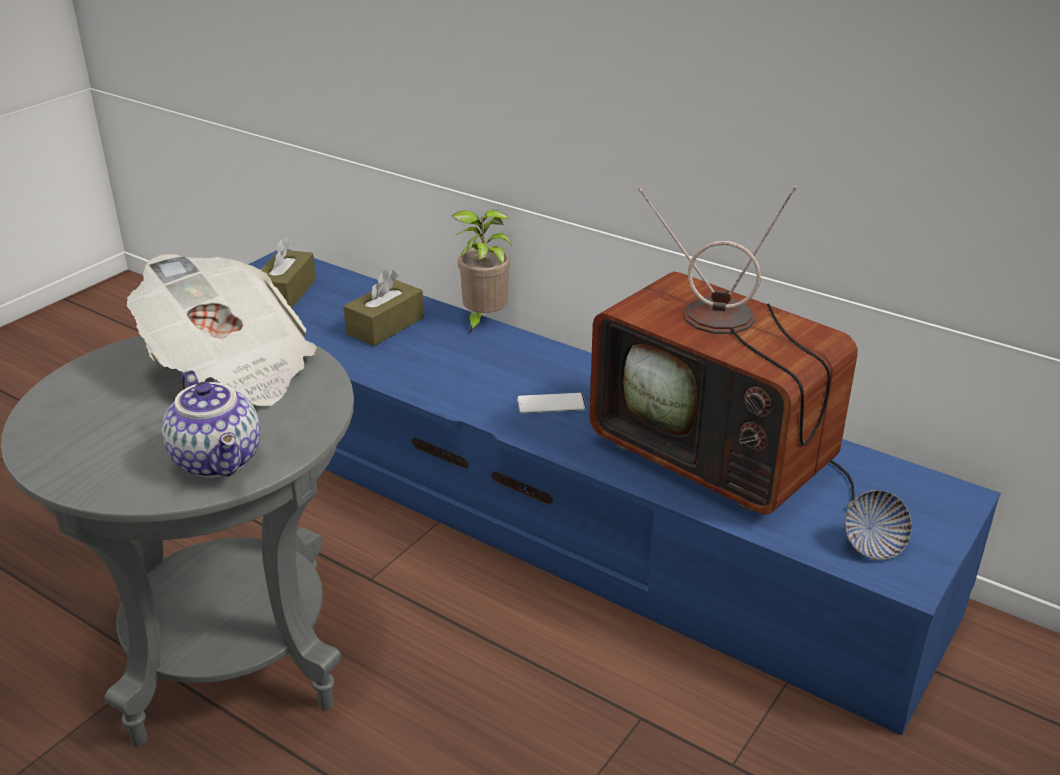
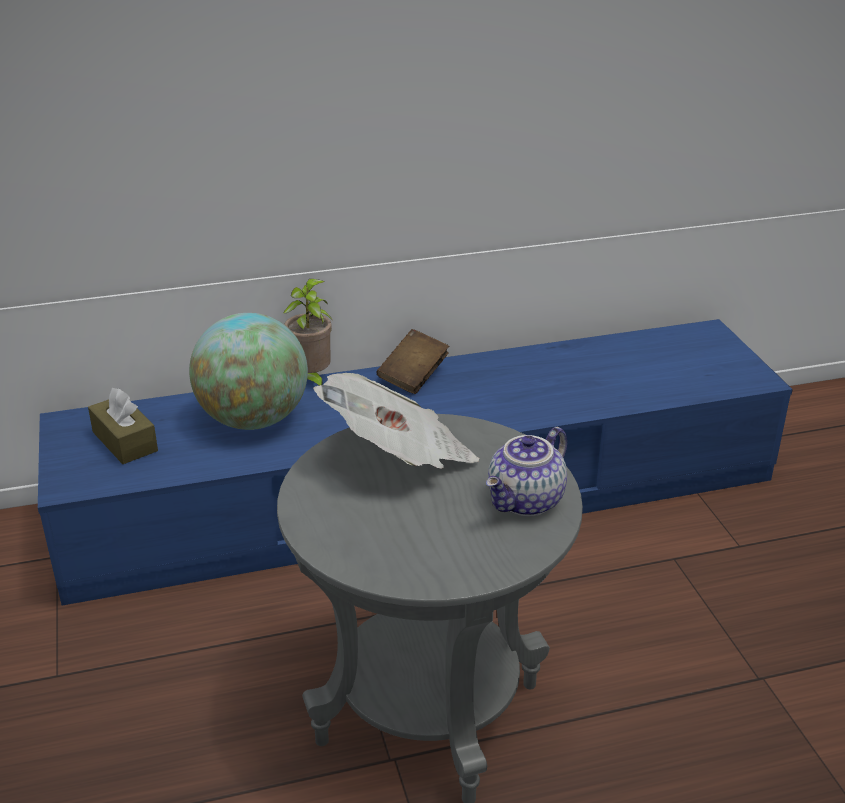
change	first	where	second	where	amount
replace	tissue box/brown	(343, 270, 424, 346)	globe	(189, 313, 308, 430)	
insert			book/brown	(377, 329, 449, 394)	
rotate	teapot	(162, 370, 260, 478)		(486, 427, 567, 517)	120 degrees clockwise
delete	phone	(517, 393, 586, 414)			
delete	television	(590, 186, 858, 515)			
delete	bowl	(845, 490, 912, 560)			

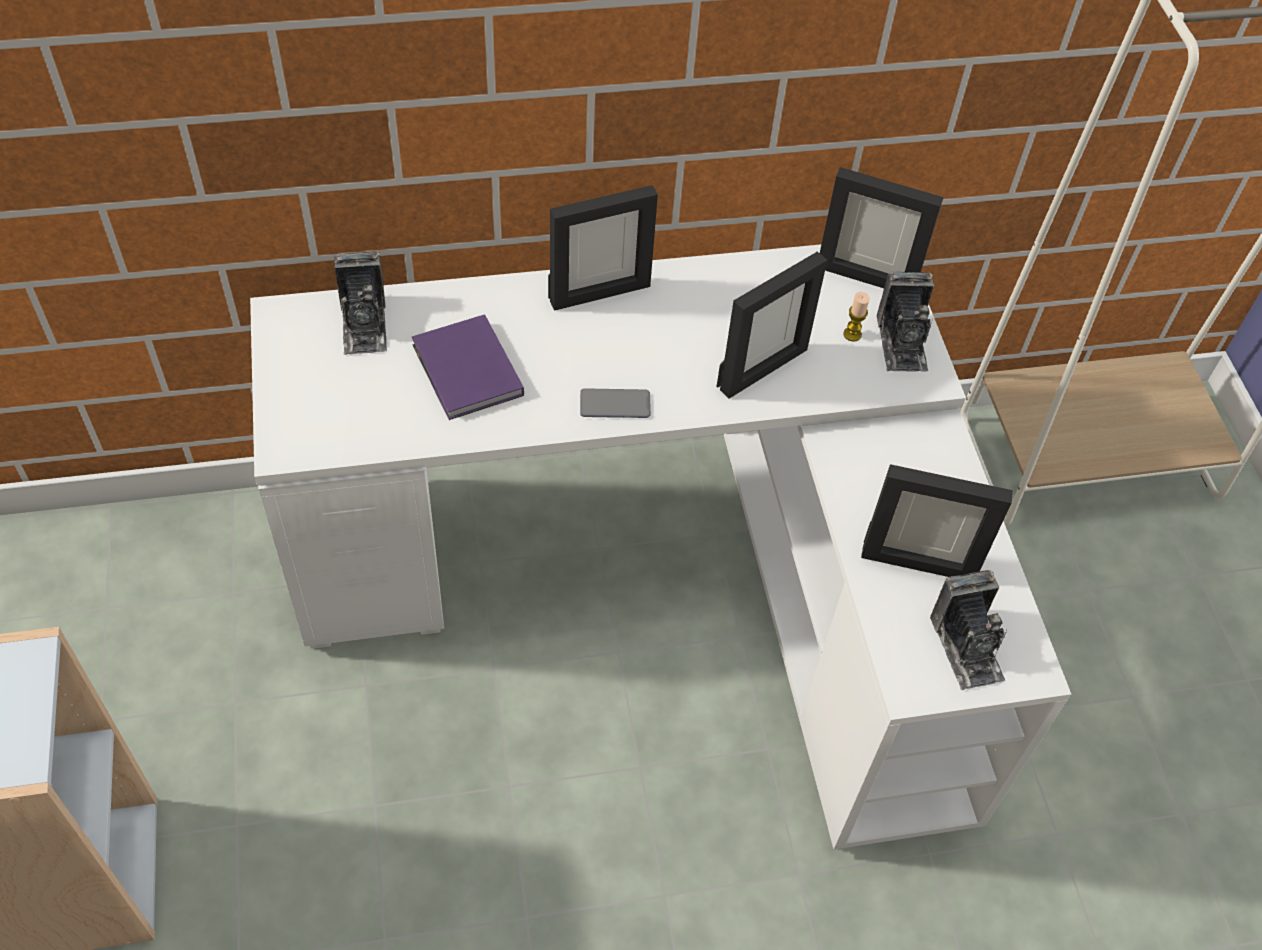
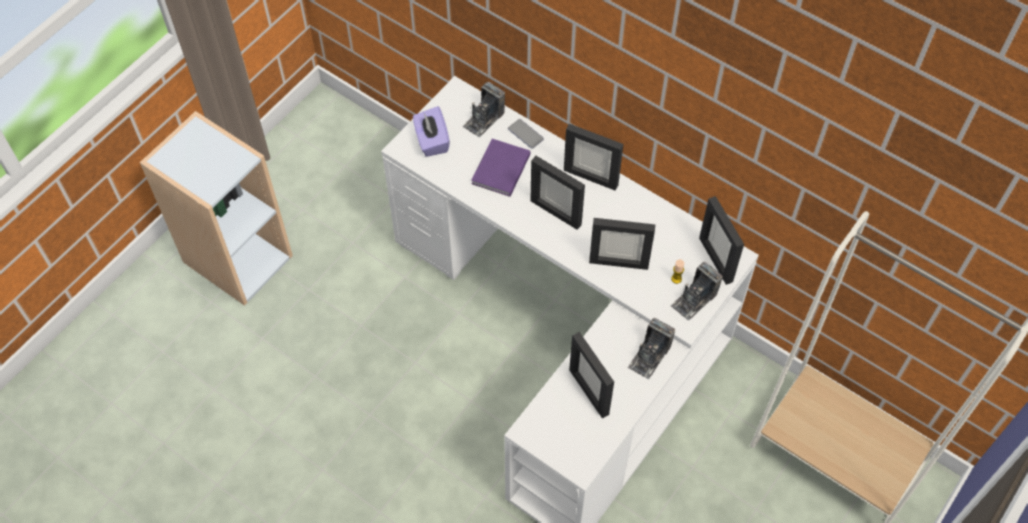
change	first	where	second	where	amount
insert			tissue box/purple	(413, 106, 450, 157)	
move	phone	(580, 388, 651, 418)		(508, 119, 544, 148)	
insert			picture frame	(530, 156, 585, 230)	
move	photo camera	(930, 570, 1007, 691)		(628, 318, 675, 379)	

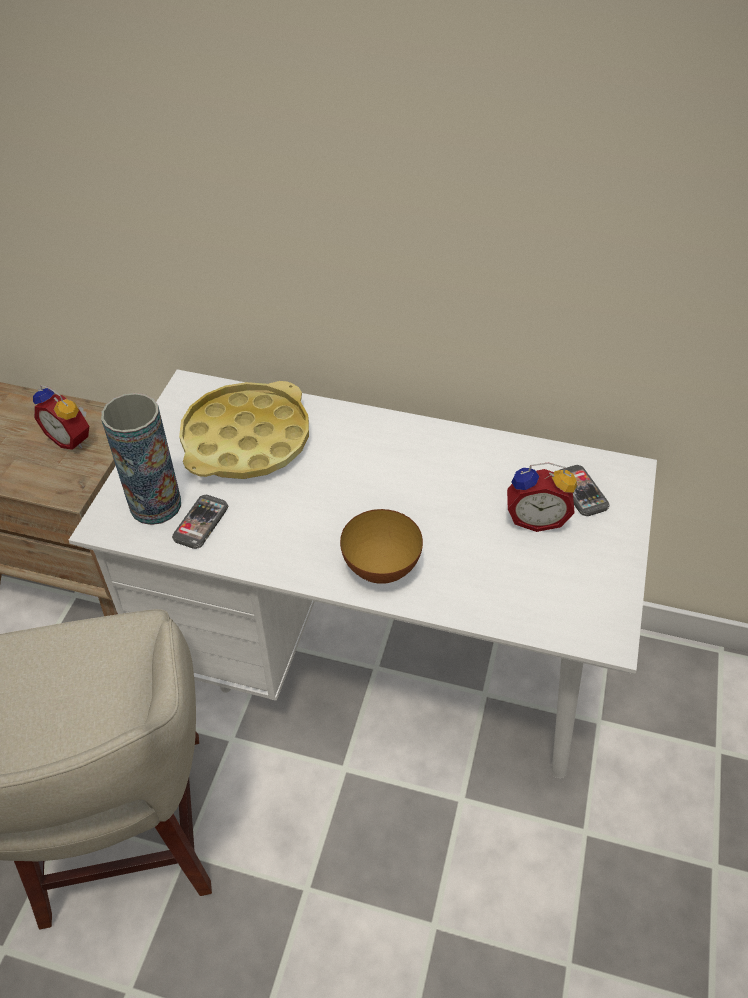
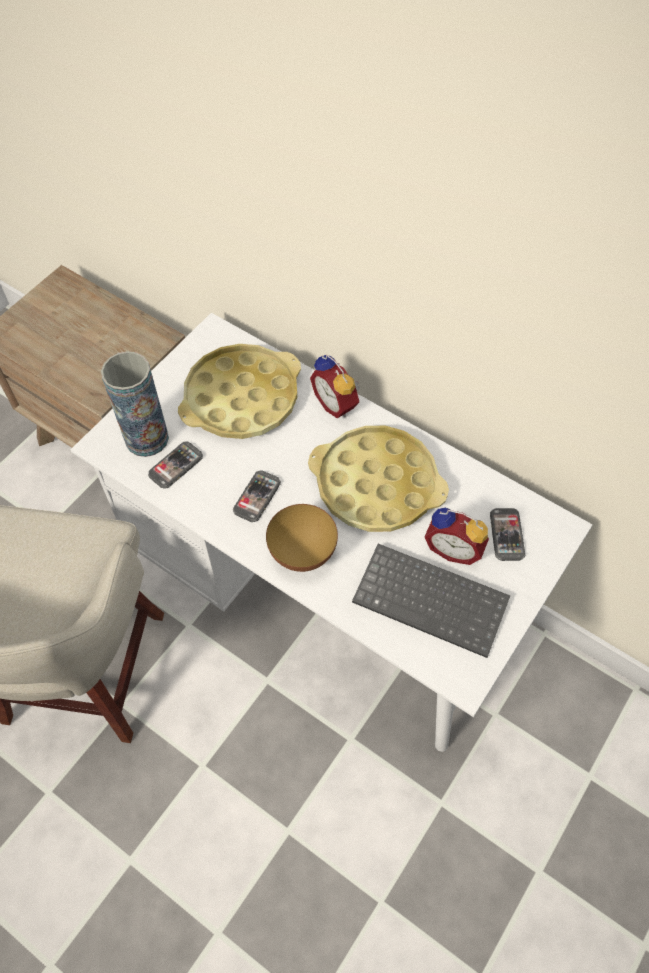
change	first	where	second	where	amount
insert			phone	(233, 470, 281, 522)	
insert			tray/yellow	(308, 426, 449, 532)	
move	alarm clock	(33, 385, 89, 450)		(310, 354, 360, 418)	
insert			keyboard	(352, 544, 510, 658)	

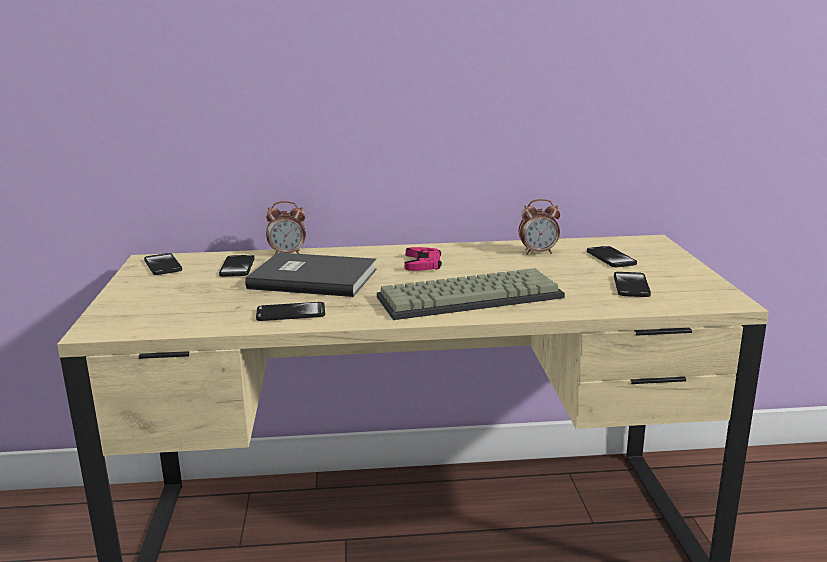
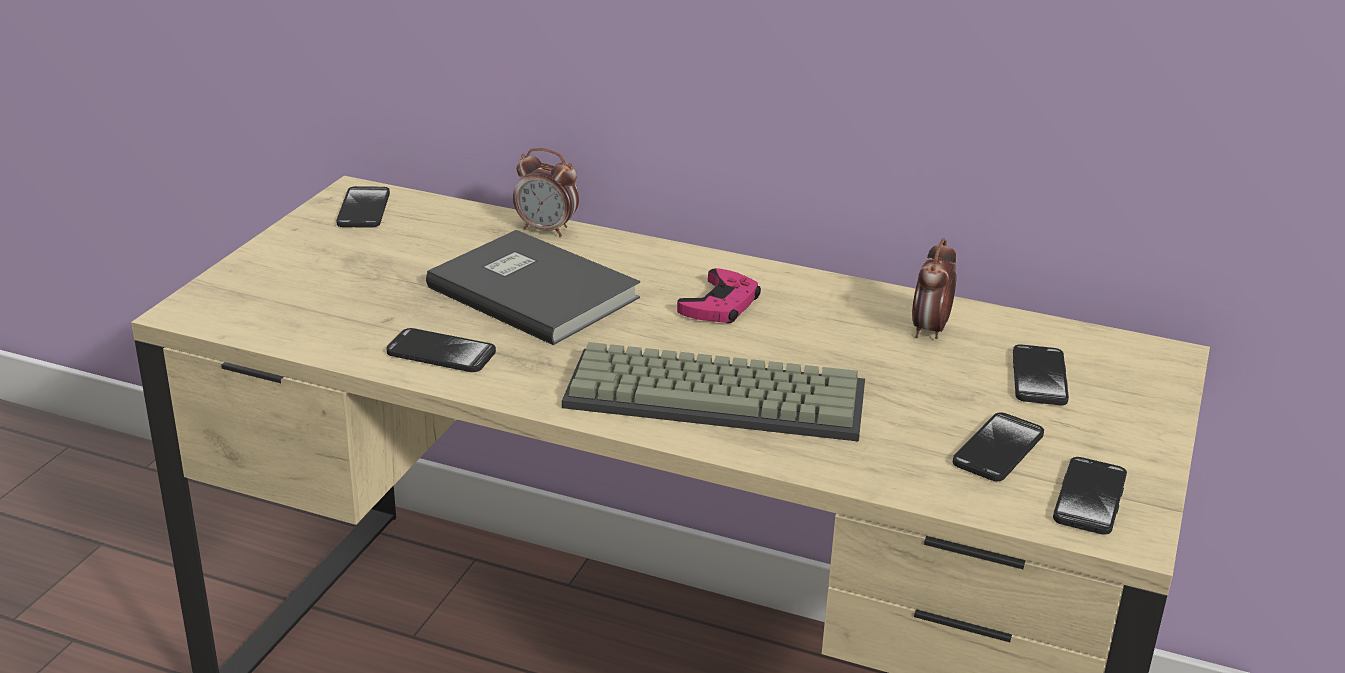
change	first	where	second	where	amount
rotate	alarm clock	(519, 199, 560, 255)		(912, 238, 957, 339)	90 degrees clockwise
move	phone	(219, 255, 255, 277)		(1053, 457, 1127, 535)	

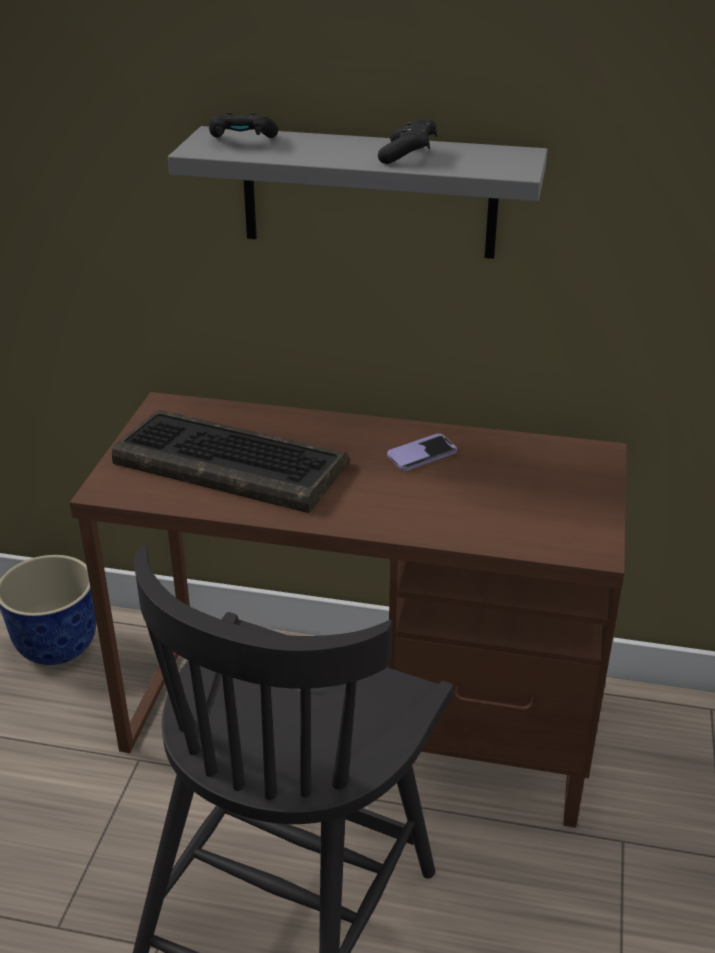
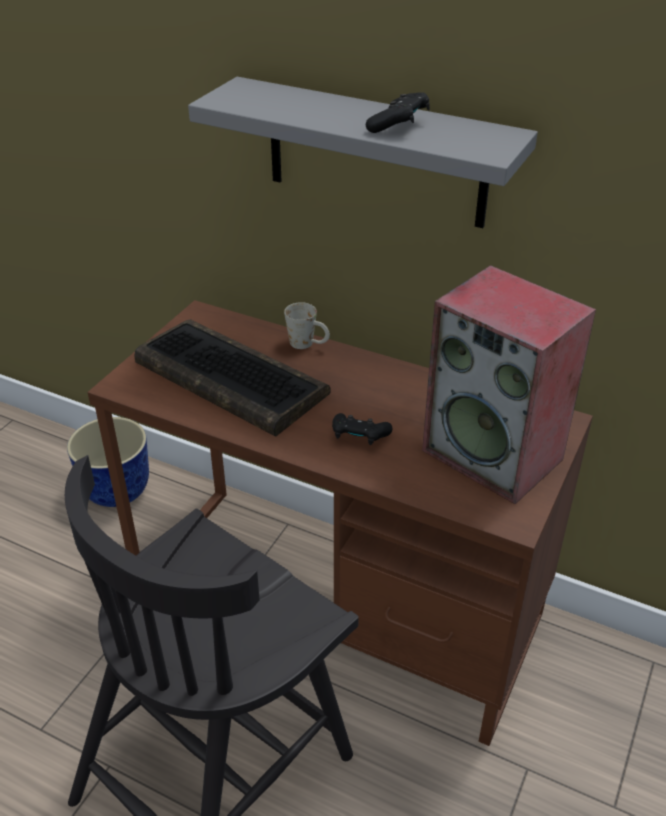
change	first	where	second	where	amount
insert			mug/white	(284, 302, 330, 349)	
move	game controller/black	(209, 112, 278, 138)		(332, 413, 392, 445)	
insert			speaker	(422, 265, 596, 504)	
delete	phone	(387, 433, 457, 471)			

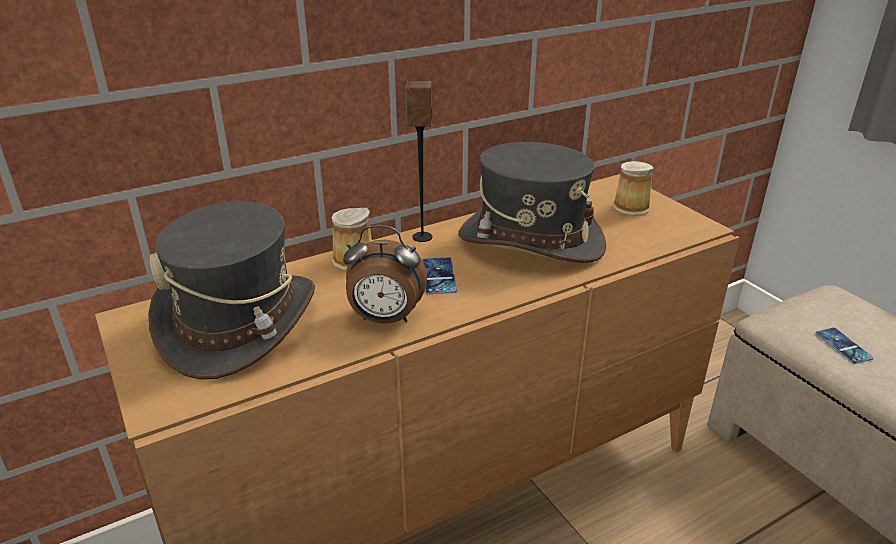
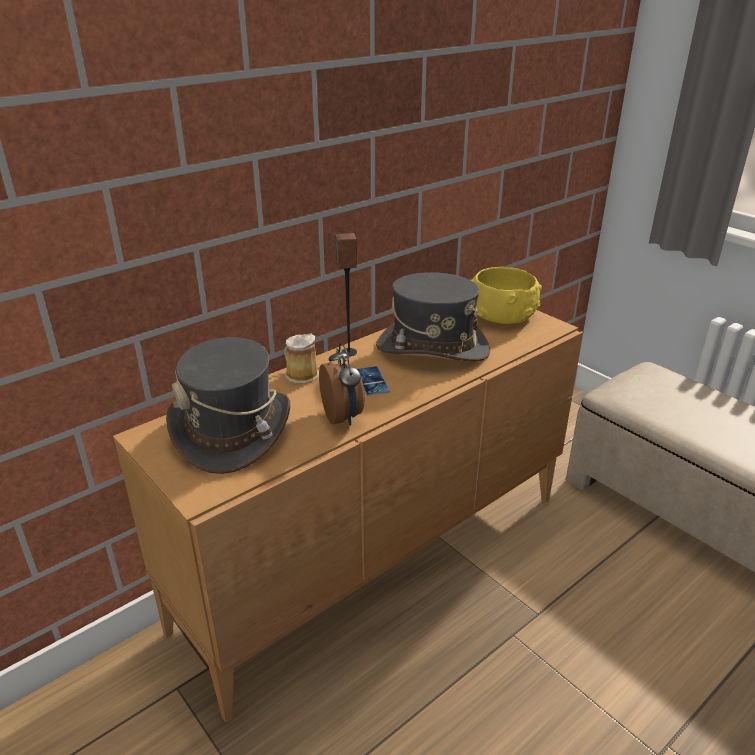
change	first	where	second	where	amount
rotate	alarm clock	(343, 225, 427, 324)		(319, 343, 365, 425)	105 degrees counterclockwise
replace	mug	(612, 161, 654, 216)	bowl/yellow	(471, 267, 542, 324)	
delete	phone	(816, 328, 874, 364)			

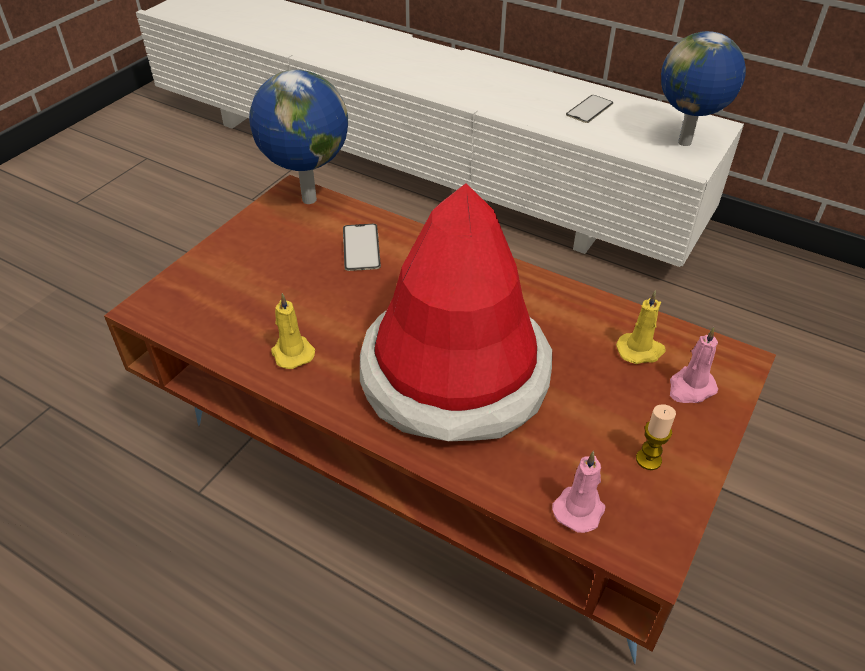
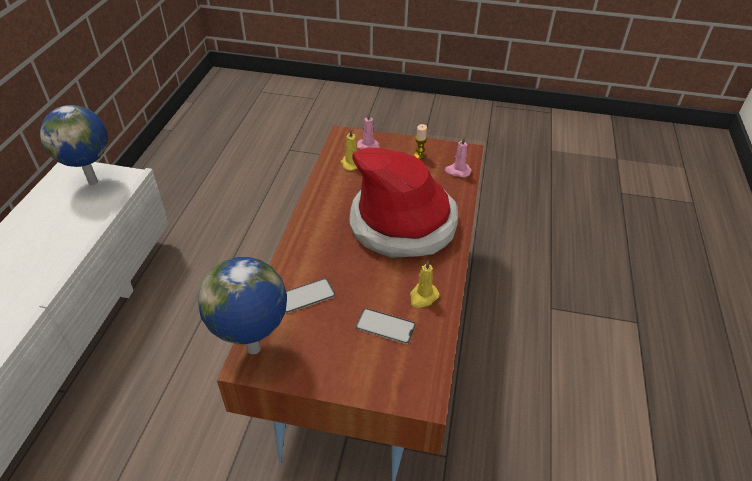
change	first	where	second	where	amount
move	phone	(566, 95, 613, 123)		(356, 308, 416, 344)	

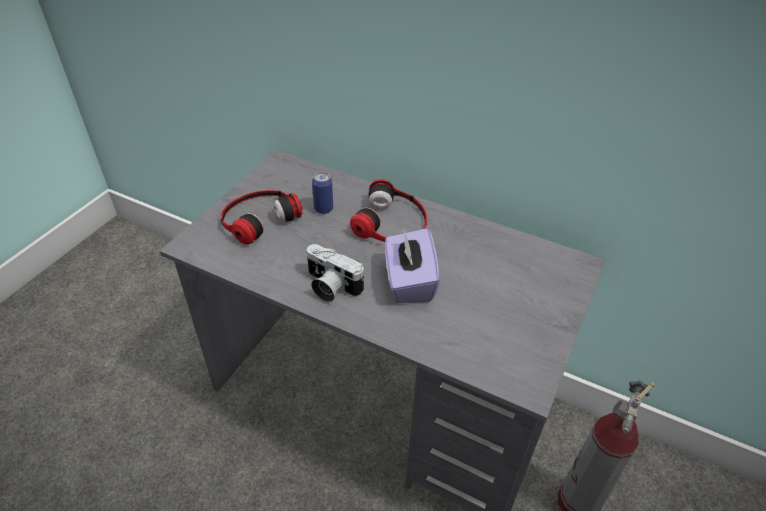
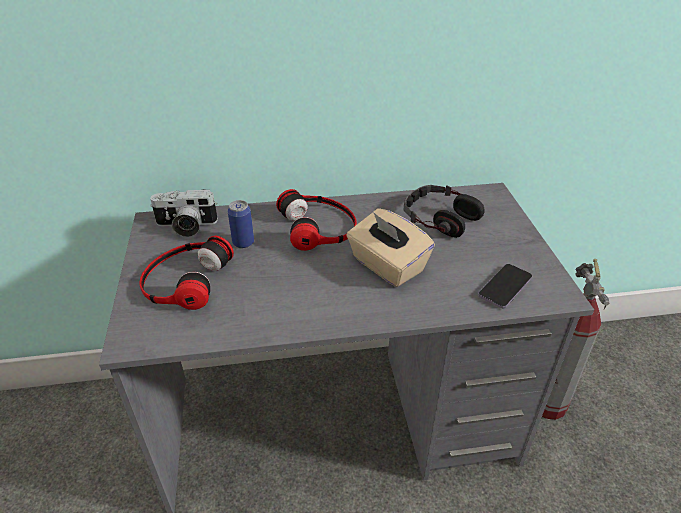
change	first	where	second	where	amount
move	photo camera	(307, 244, 364, 302)		(150, 189, 218, 237)	
recolor	tissue box/purple	(385, 228, 440, 303)	tissue box/beige	(346, 208, 435, 287)	
insert			headphones	(403, 185, 484, 238)	
insert			phone	(478, 264, 532, 308)	

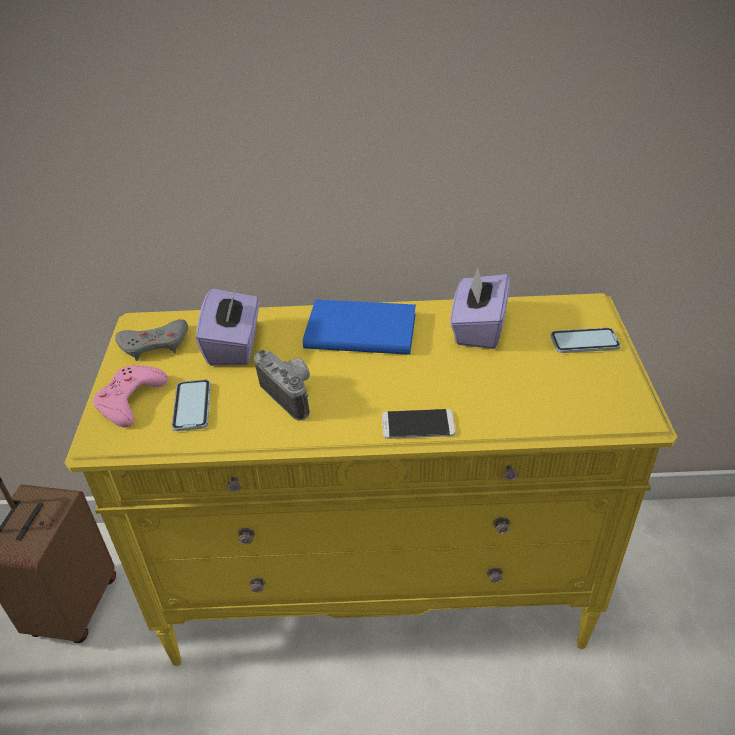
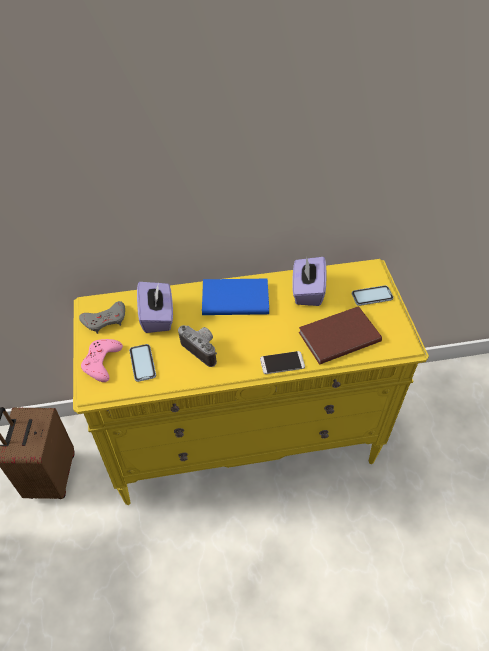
change	first	where	second	where	amount
insert			book/brown	(298, 306, 382, 365)	

